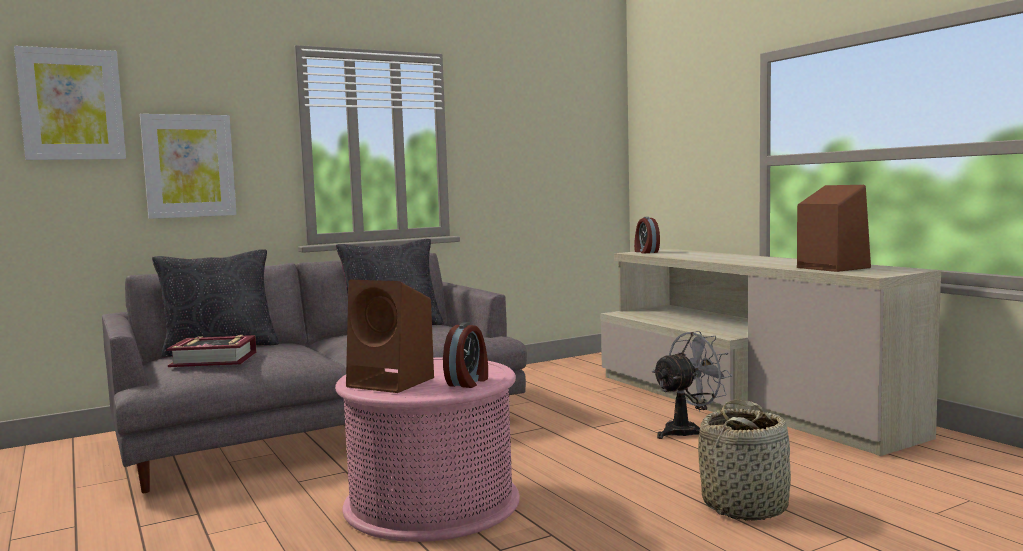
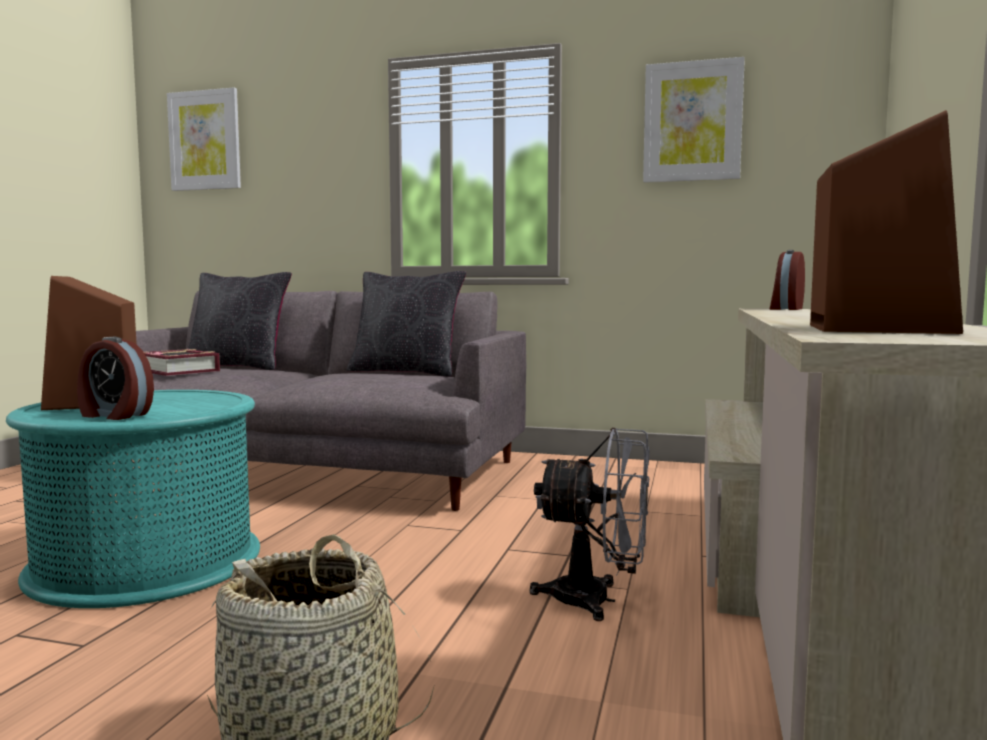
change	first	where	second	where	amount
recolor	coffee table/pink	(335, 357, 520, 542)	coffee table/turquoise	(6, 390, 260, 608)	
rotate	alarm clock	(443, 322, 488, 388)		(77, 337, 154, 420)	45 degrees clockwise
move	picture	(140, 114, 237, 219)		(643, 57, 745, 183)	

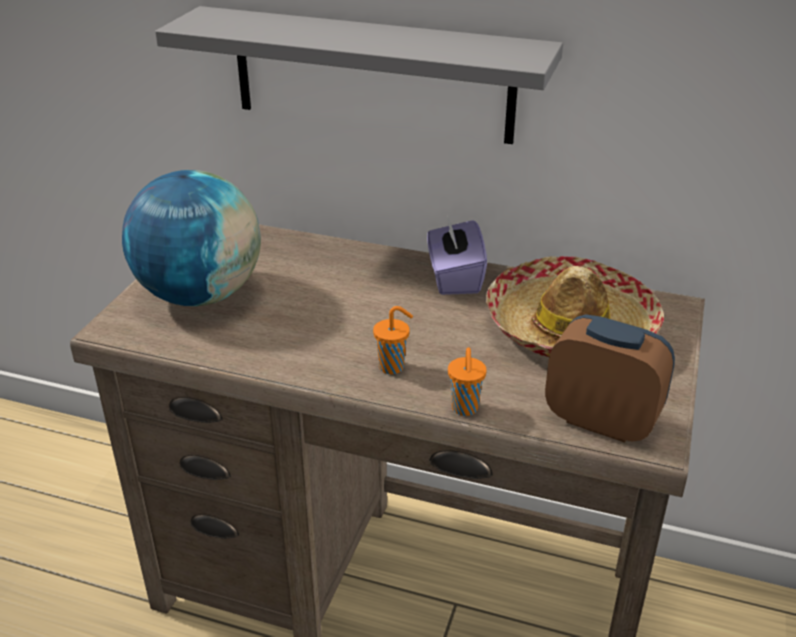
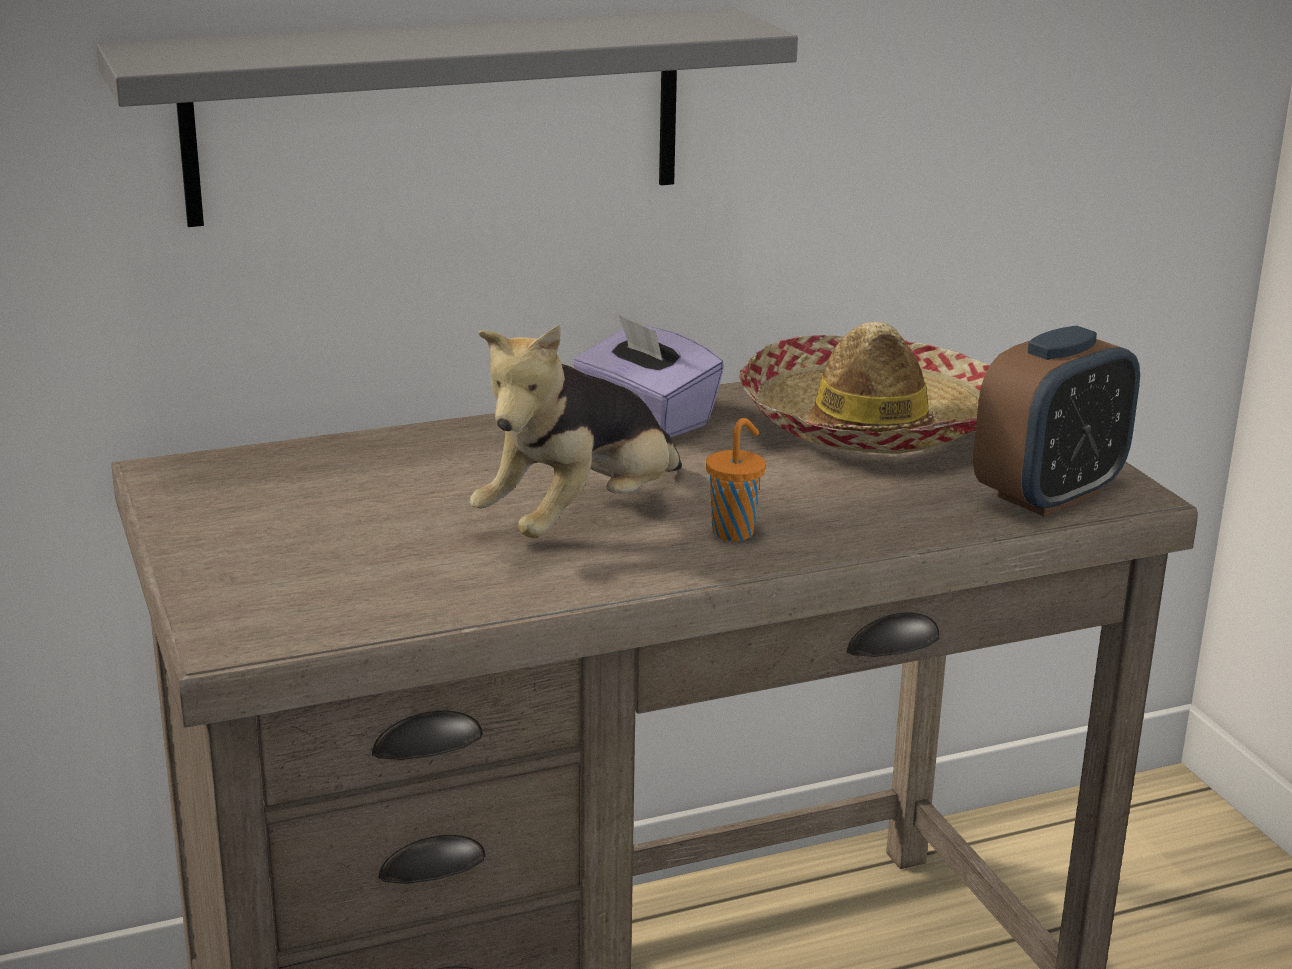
change	first	where	second	where	amount
insert			plush toy	(470, 325, 682, 538)	
rotate	alarm clock	(545, 314, 675, 443)		(973, 326, 1140, 516)	150 degrees clockwise
delete	globe	(122, 170, 261, 306)			
delete	cup/orange	(448, 347, 487, 416)			

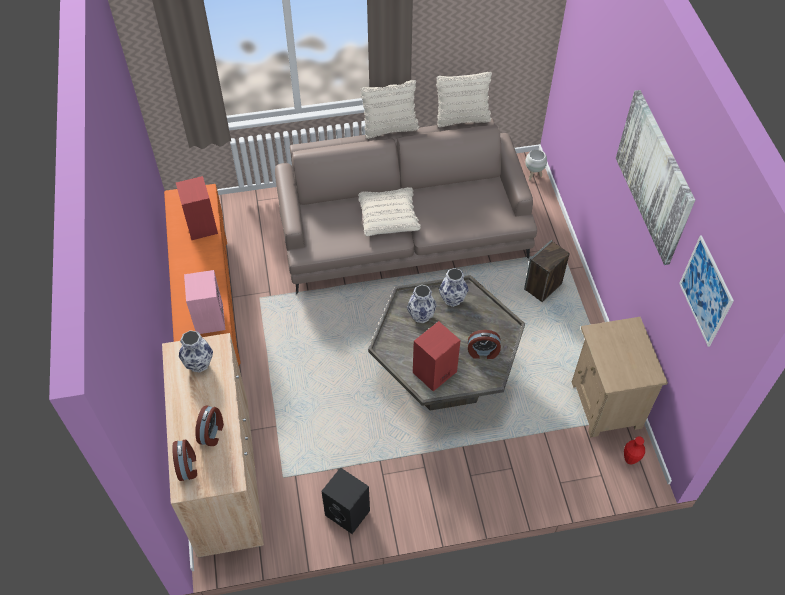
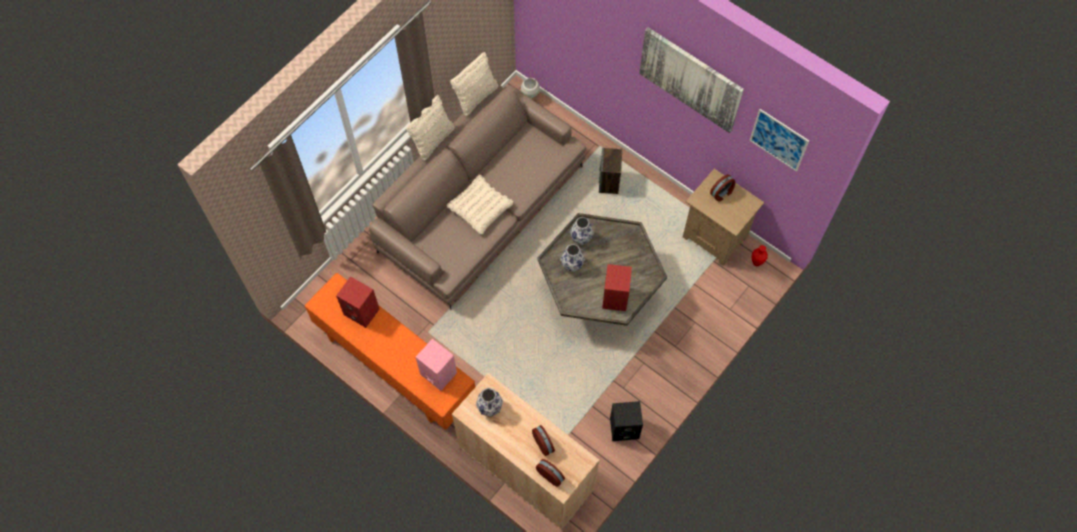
change	first	where	second	where	amount
move	alarm clock	(468, 330, 501, 359)		(710, 174, 735, 202)	

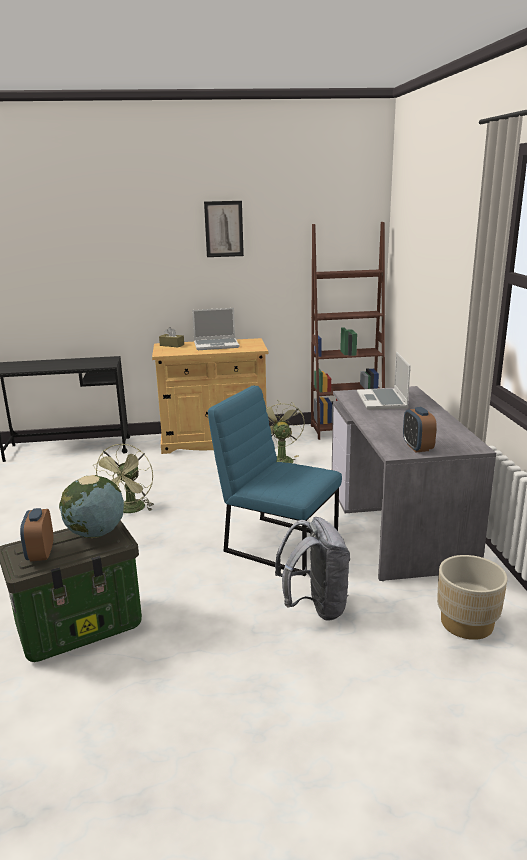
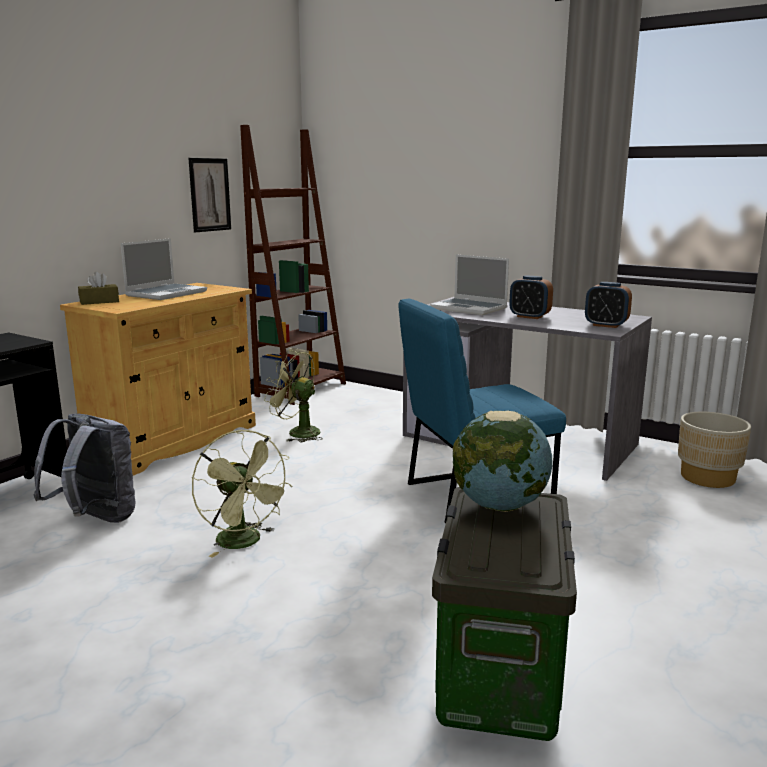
change	first	where	second	where	amount
move	backpack/grey	(275, 517, 350, 621)		(34, 413, 135, 523)	
move	picture	(204, 201, 244, 257)		(188, 158, 231, 232)	
move	alarm clock	(20, 508, 53, 562)		(509, 275, 553, 319)	

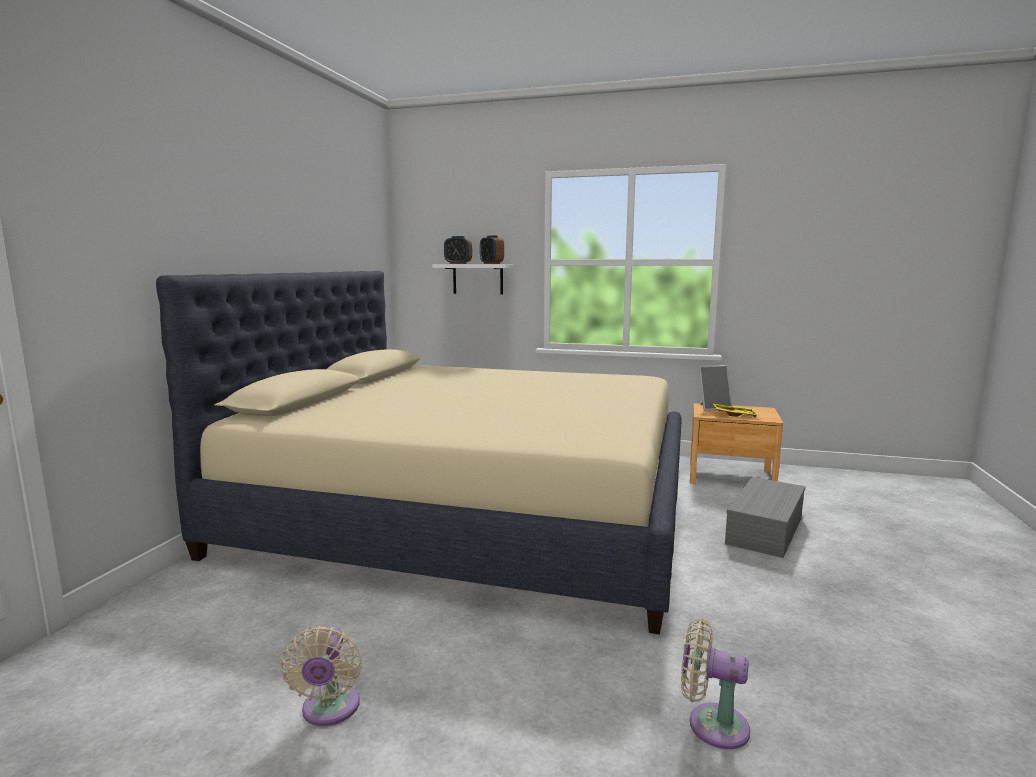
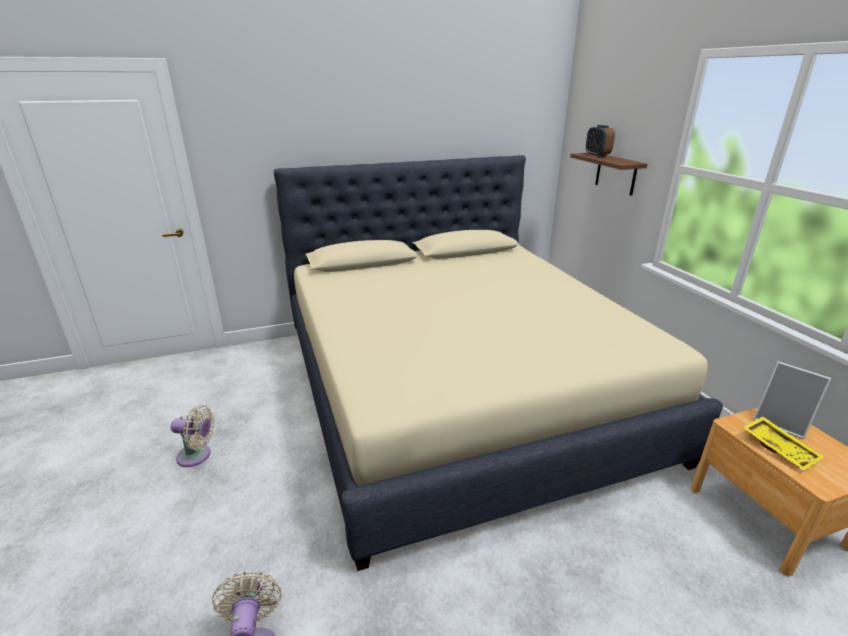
change	first	where	second	where	amount
rotate	fan/beige	(280, 626, 362, 726)		(171, 405, 215, 467)	135 degrees counterclockwise
recolor	shelf/white	(432, 264, 514, 295)	shelf/brown	(570, 153, 647, 196)	
delete	alarm clock	(480, 235, 504, 264)			
delete	storage box/grey	(725, 477, 805, 558)			

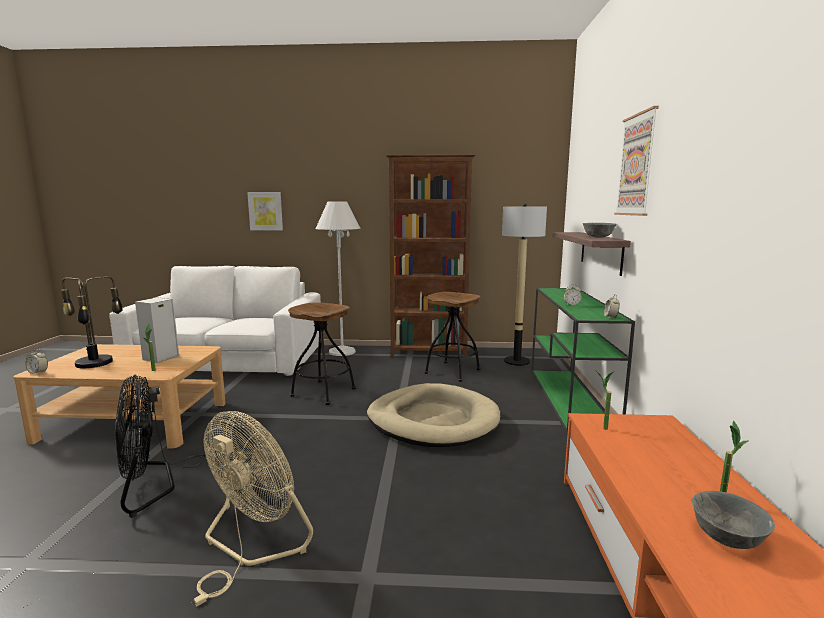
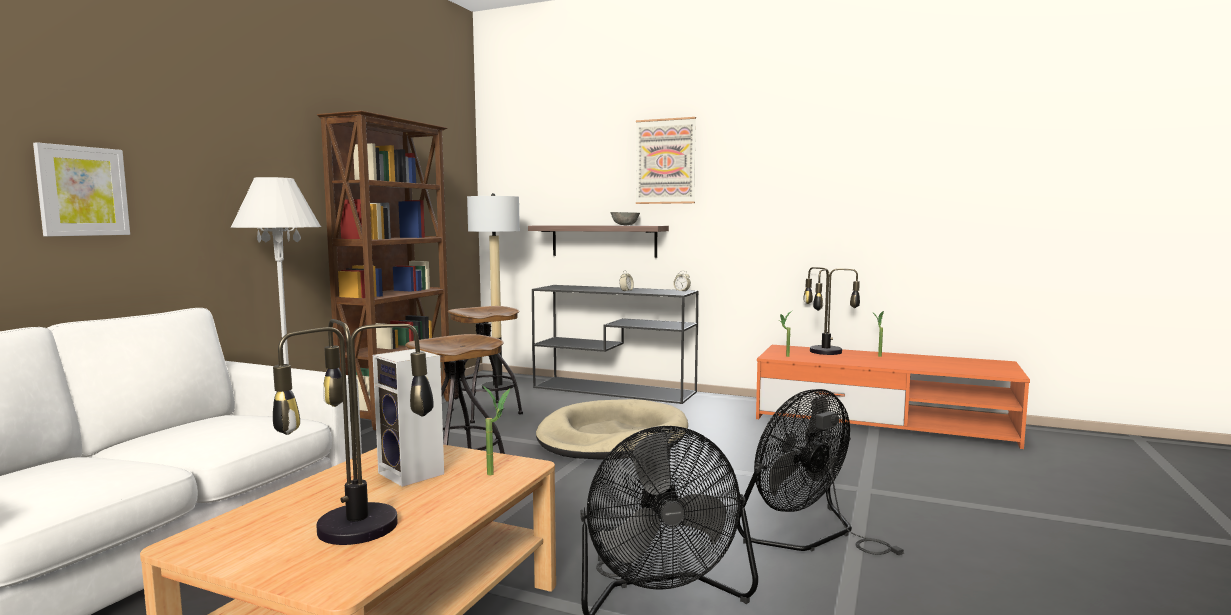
change	first	where	second	where	amount
recolor	console table/green	(531, 288, 635, 434)	console table/black	(532, 285, 698, 404)	
recolor	fan/beige	(191, 411, 313, 606)	fan/black	(736, 389, 904, 555)	
insert			table lamp	(803, 267, 860, 355)	
delete	alarm clock	(25, 349, 48, 374)			
delete	bowl/grey	(691, 491, 775, 549)			

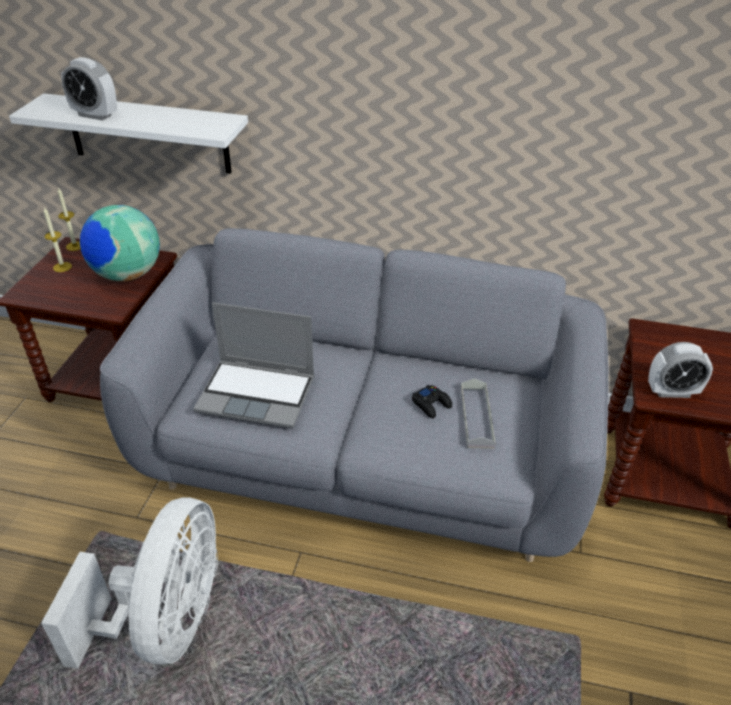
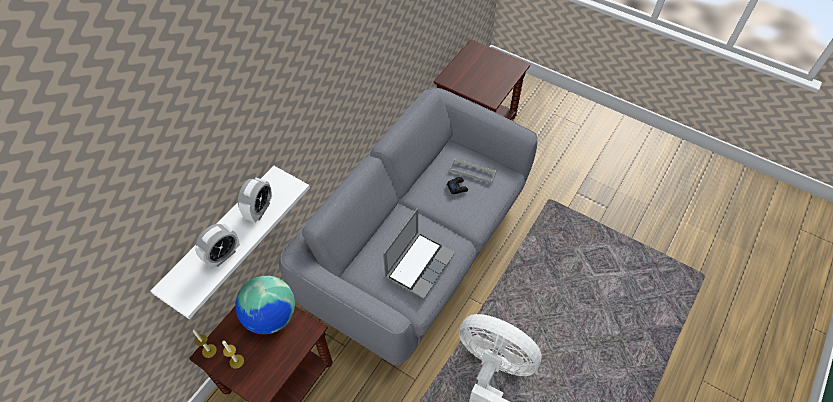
change	first	where	second	where	amount
move	alarm clock	(648, 342, 713, 398)		(238, 178, 272, 223)	

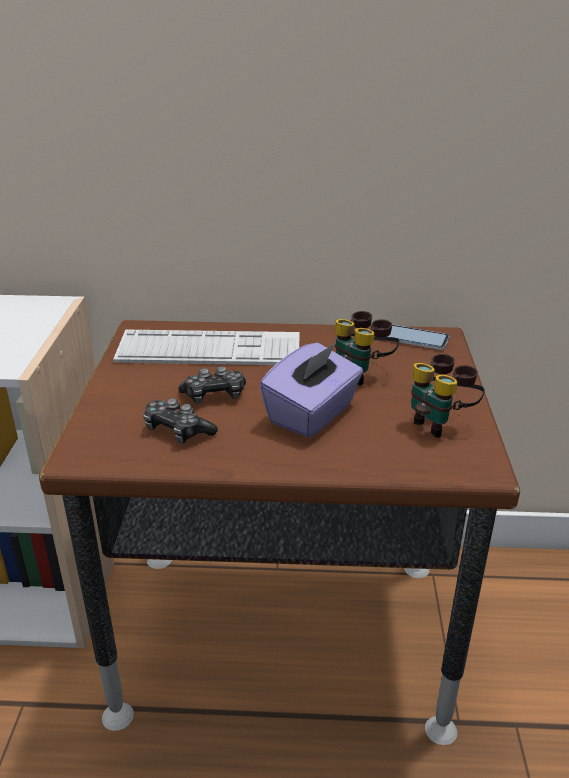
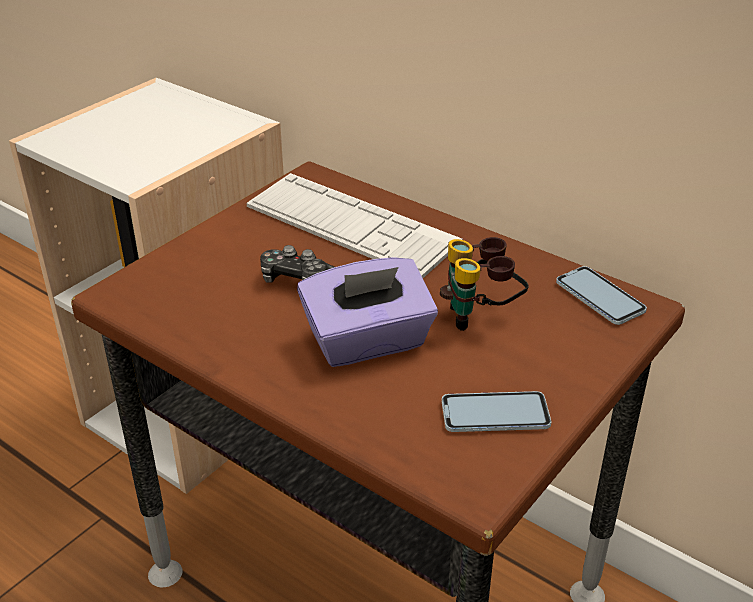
change	first	where	second	where	amount
replace	binoculars	(411, 354, 485, 438)	phone	(442, 391, 551, 432)	
delete	game controller	(143, 398, 218, 443)			

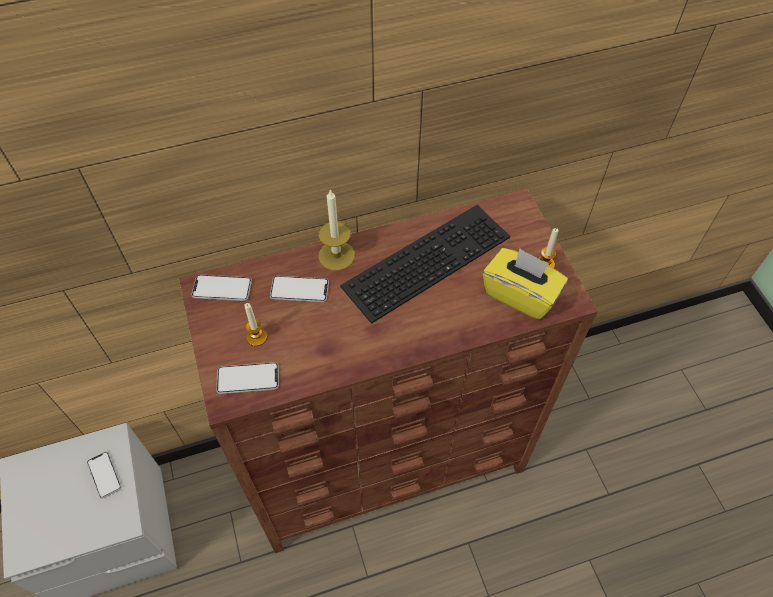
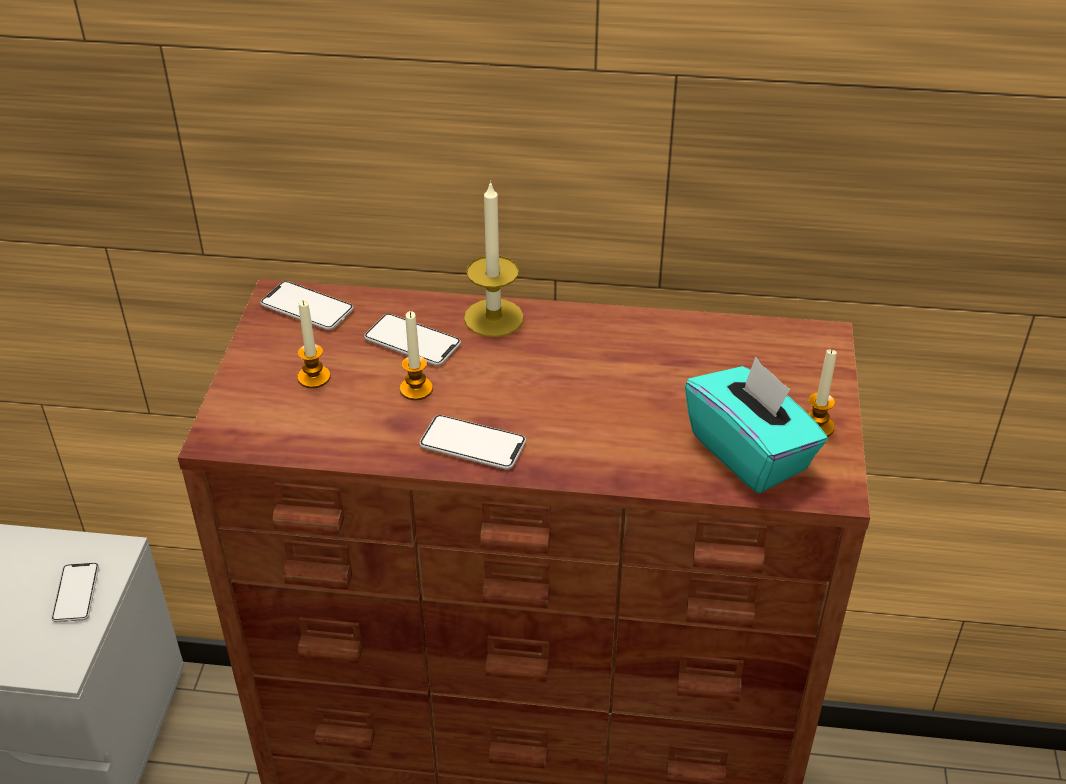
change	first	where	second	where	amount
insert			candle	(400, 311, 433, 400)	
move	phone	(216, 362, 279, 394)		(419, 415, 526, 470)	
recolor	tissue box/yellow	(483, 248, 568, 319)	tissue box/turquoise	(685, 357, 828, 493)	
delete	keyboard	(340, 205, 510, 324)			

